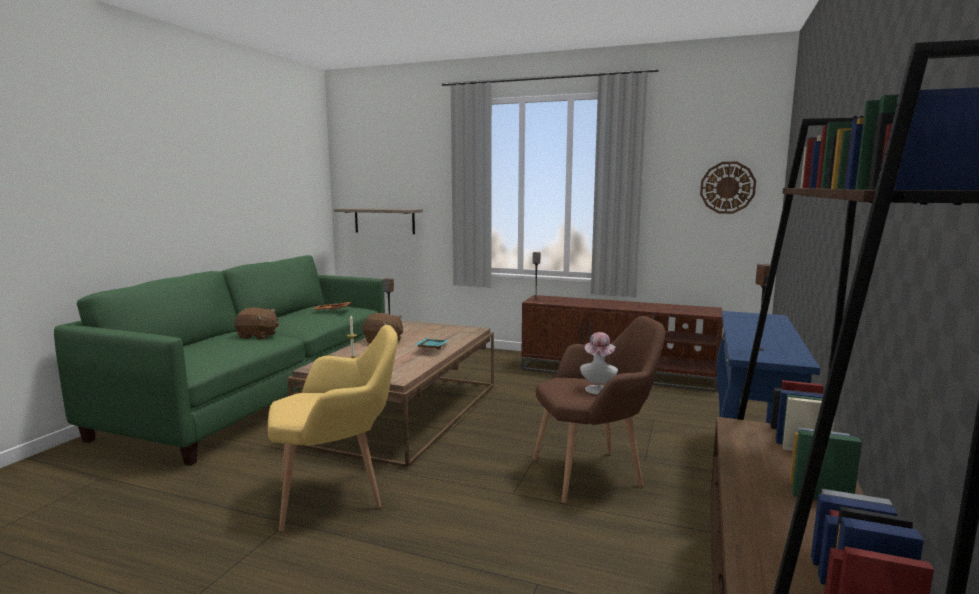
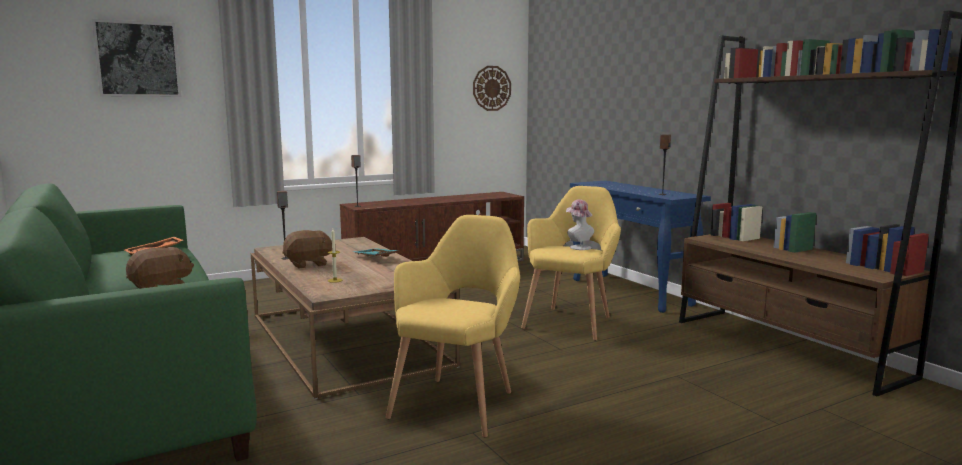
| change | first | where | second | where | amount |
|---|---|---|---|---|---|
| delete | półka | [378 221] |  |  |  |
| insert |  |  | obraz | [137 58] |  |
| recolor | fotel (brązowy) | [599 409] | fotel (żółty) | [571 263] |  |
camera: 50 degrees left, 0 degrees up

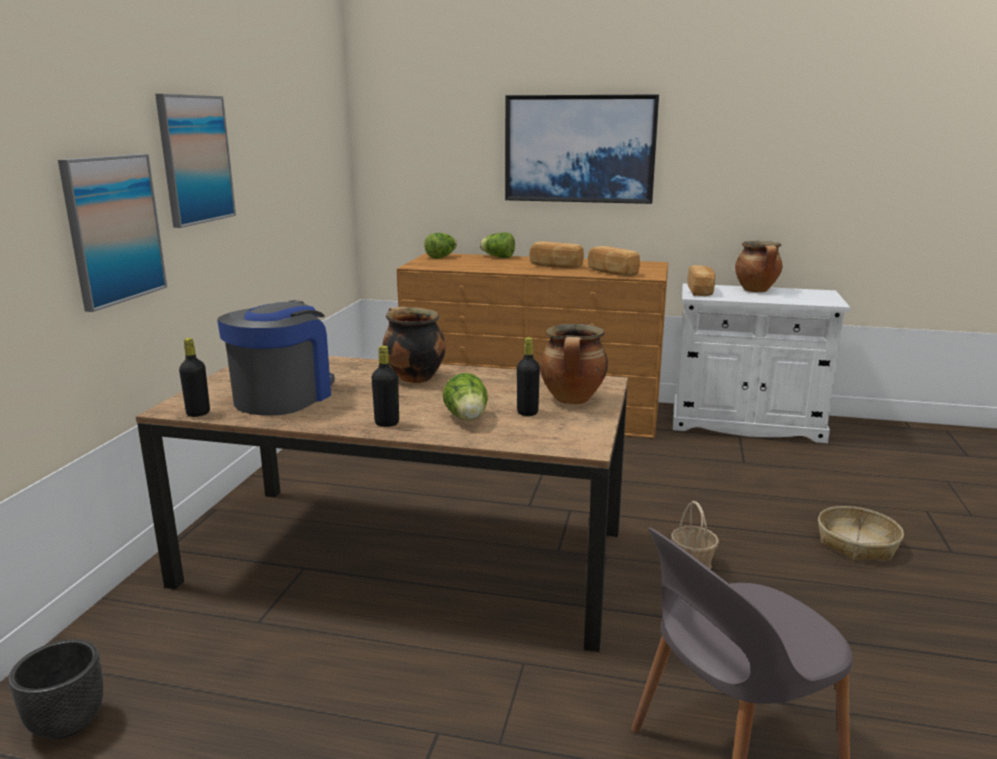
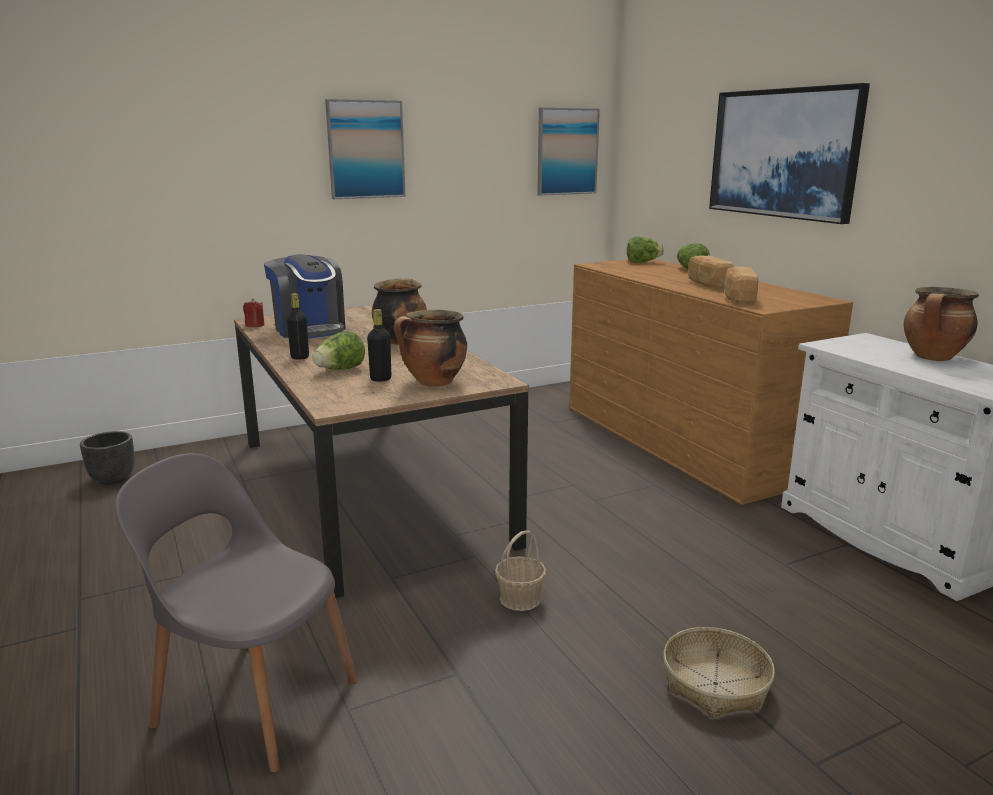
| change | first | where | second | where | amount |
|---|---|---|---|---|---|
| delete | chleb | [701 280] |  |  |  |
| move | obraz | [112 233] |  | [568 152] |  |
| replace | butelka (czarny) | [194 377] | świeca (czerwony) | [254 312] |  |
| rotate | ekspres do kawy | [276 357] |  | [305 296] | 75 degrees clockwise |
camera: 50 degrees right, 0 degrees up

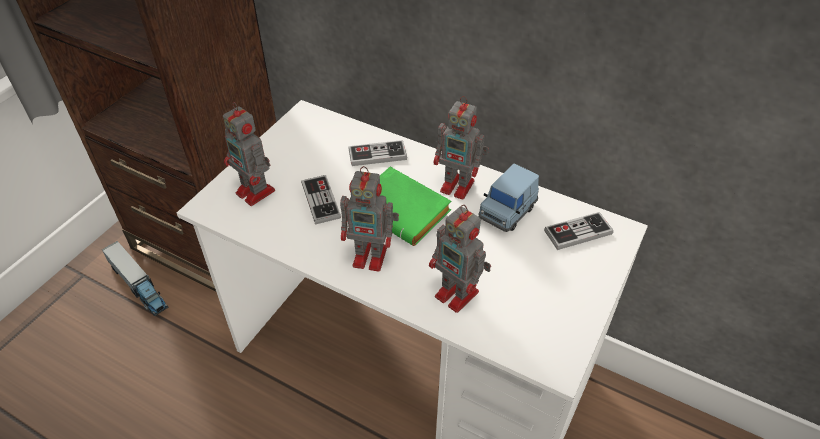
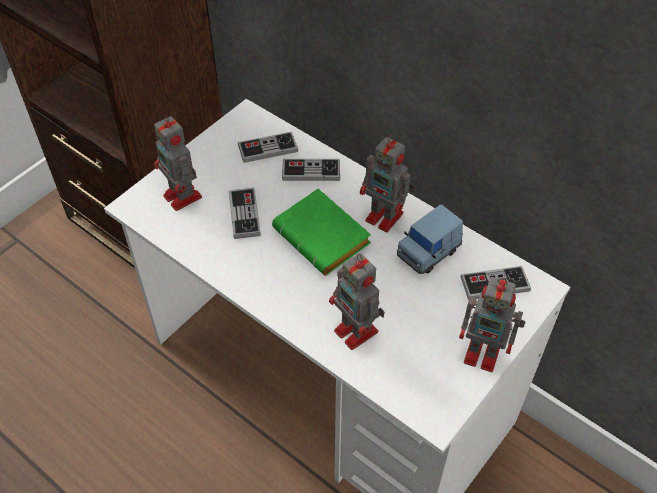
| change | first | where | second | where | amount |
|---|---|---|---|---|---|
| delete | ciężarówka zabawkowa | [135 278] |  |  |  |
| insert |  |  | pad do gier | [268 147] |  |
| move | robot zabawkowy | [369 218] |  | [492 324] |  |
camera: 10 degrees right, 5 degrees up

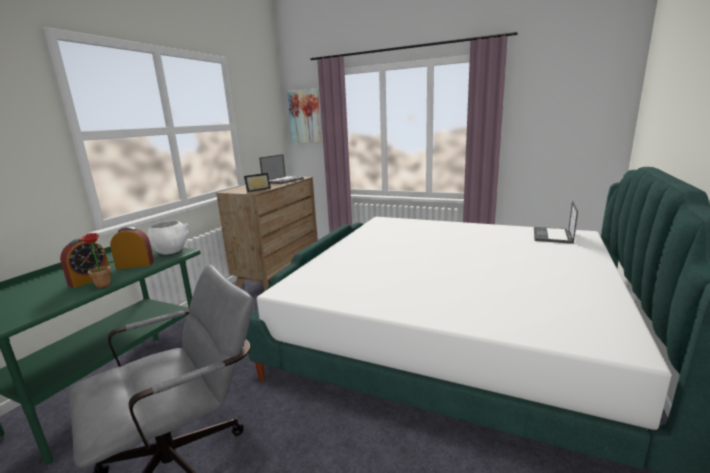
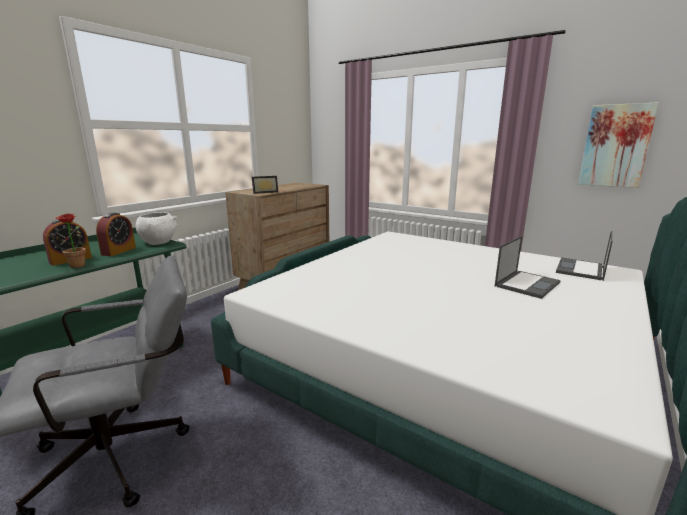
| change | first | where | second | where | amount |
|---|---|---|---|---|---|
| move | laptop | [281 169] |  | [528 267] |  |
| move | obraz | [304 116] |  | [618 145] |  |
| rotate | budzik | [132 248] |  | [116 234] | 105 degrees clockwise |
camera: 10 degrees right, 0 degrees up

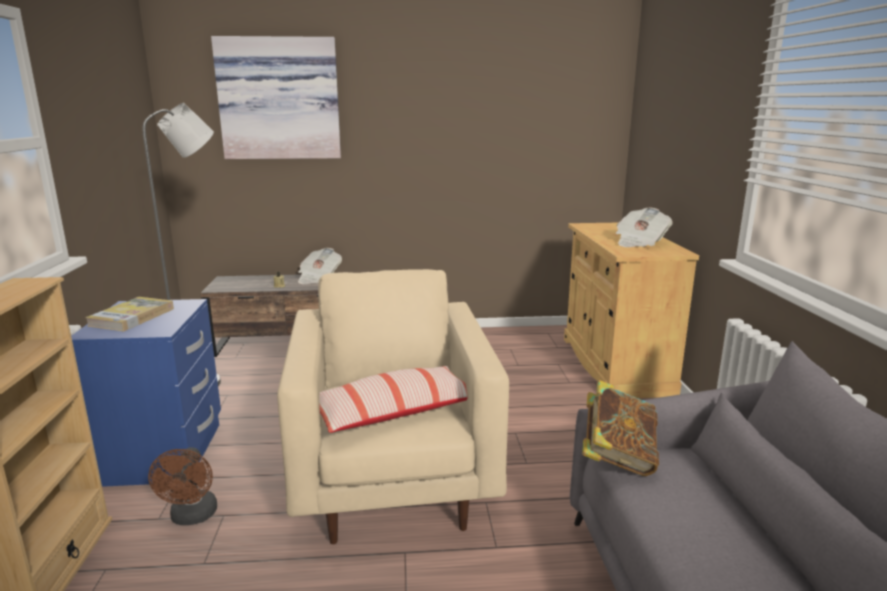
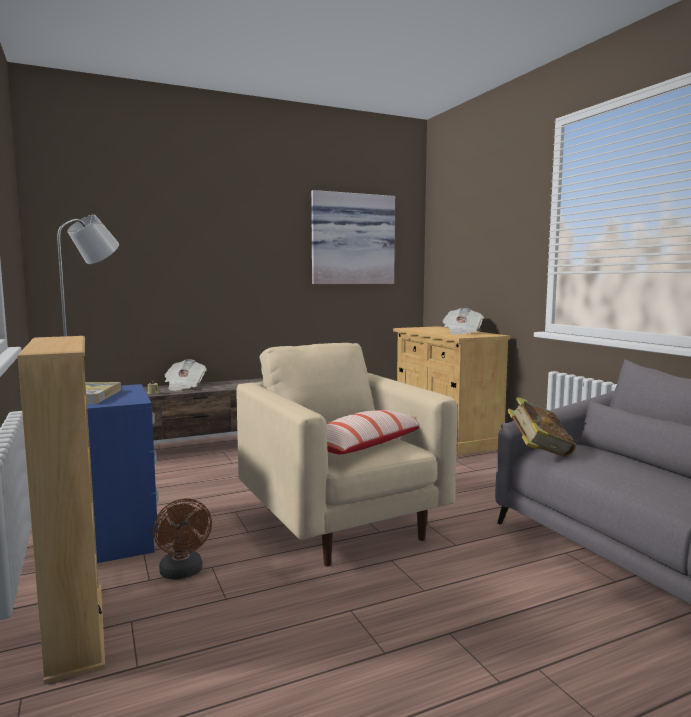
| change | first | where | second | where | amount |
|---|---|---|---|---|---|
| move | obraz | [276 97] |  | [353 237] |  |
camera: 20 degrees left, 10 degrees down

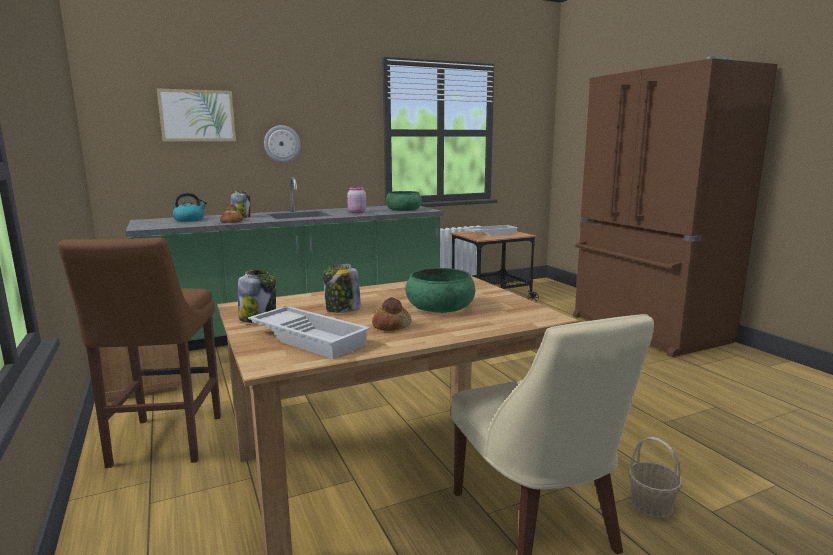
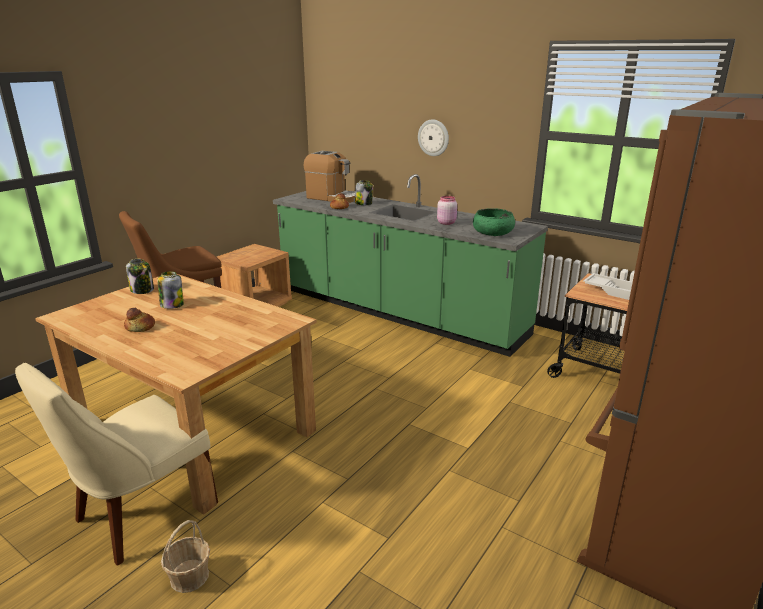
| change | first | where | second | where | amount |
|---|---|---|---|---|---|
| delete | obraz | [196 114] |  |  |  |
| delete | taca (biały) | [309 332] |  |  |  |
| delete | miska (zielony) | [440 290] |  |  |  |
| replace | czajnik | [190 207] | ekspres do kawy | [329 177] |  |
camera: 60 degrees right, 10 degrees up

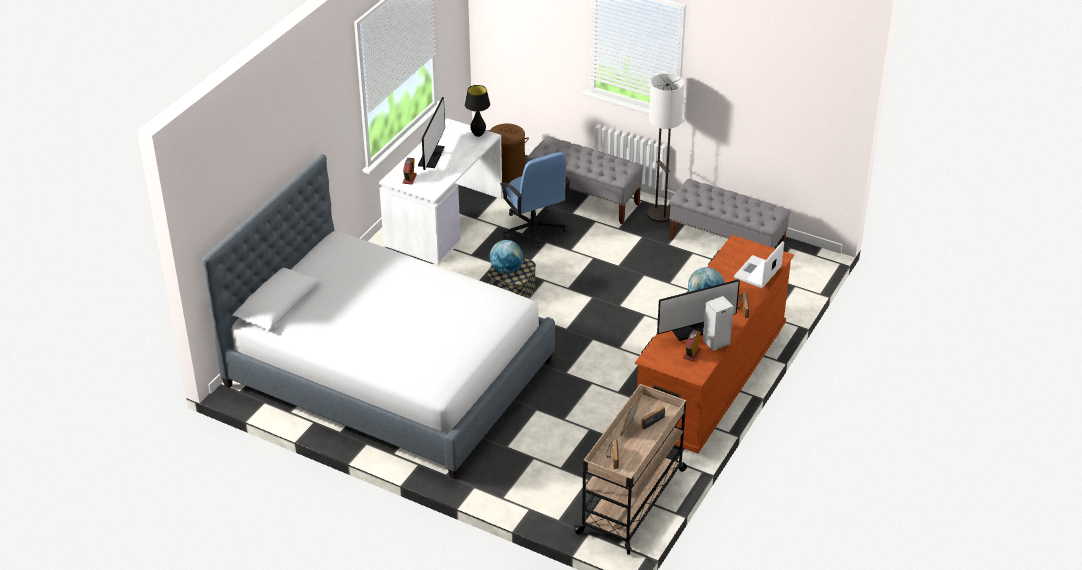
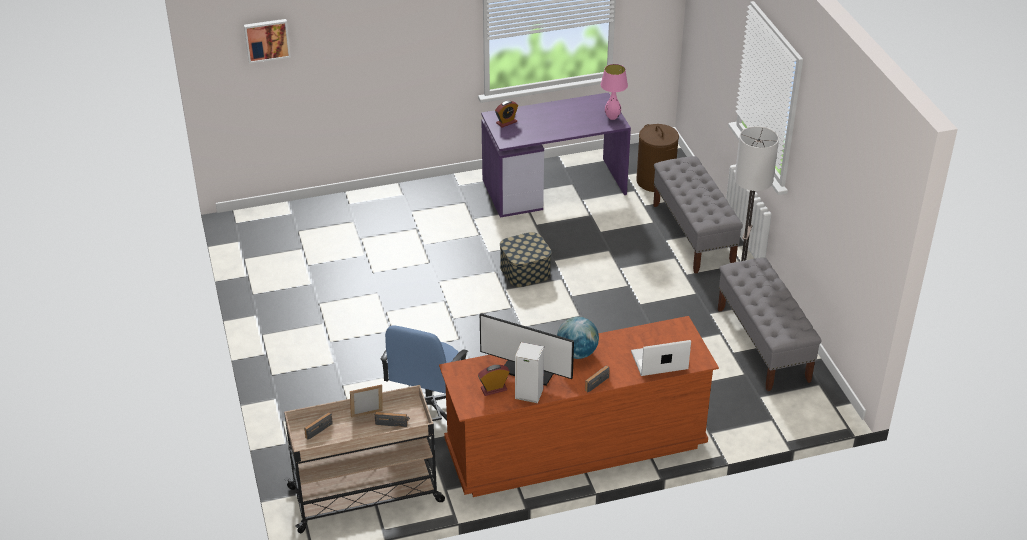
| change | first | where | second | where | amount |
|---|---|---|---|---|---|
| delete | łóżko | [378 316] |  |  |  |
| delete | monitor | [431 133] |  |  |  |
| delete | globus | [506 256] |  |  |  |
| insert |  |  | obraz | [267 41] |  |
| move | krzesło biurowe (niebieski) | [535 200] |  | [424 372] |  |
| recolor | biurko (biały) | [440 191] | biurko (fioletowy) | [556 155] |  |
| recolor | lampa stołowa (czarny) | [477 111] | lampa stołowa (różowy) | [614 92] |  |
camera: 45 degrees right, 0 degrees up

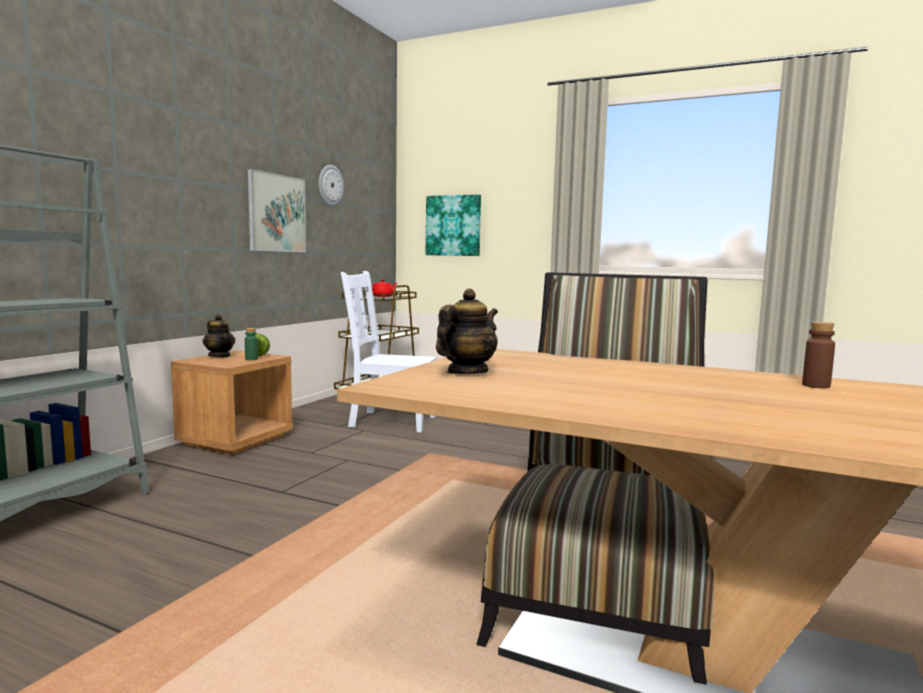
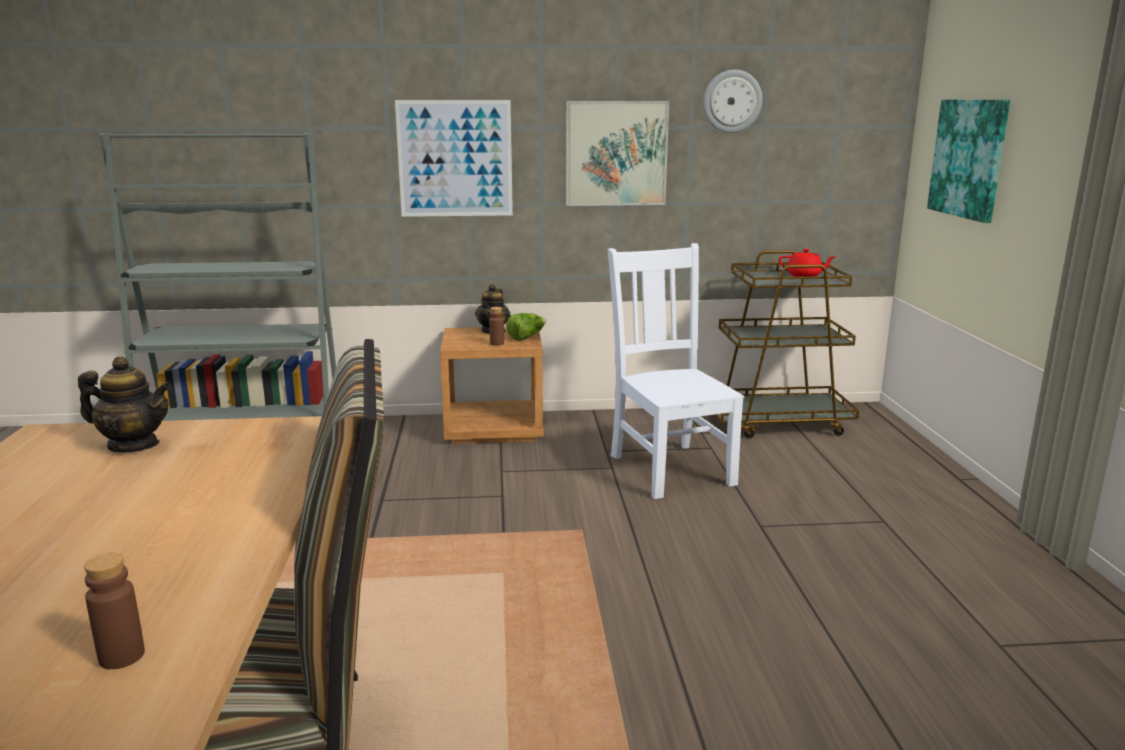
| change | first | where | second | where | amount |
|---|---|---|---|---|---|
| insert |  |  | obraz | [454 158] |  |
| recolor | butelka (zielony) | [251 344] | butelka (brązowy) | [496 326] |  |
camera: 60 degrees right, 10 degrees up

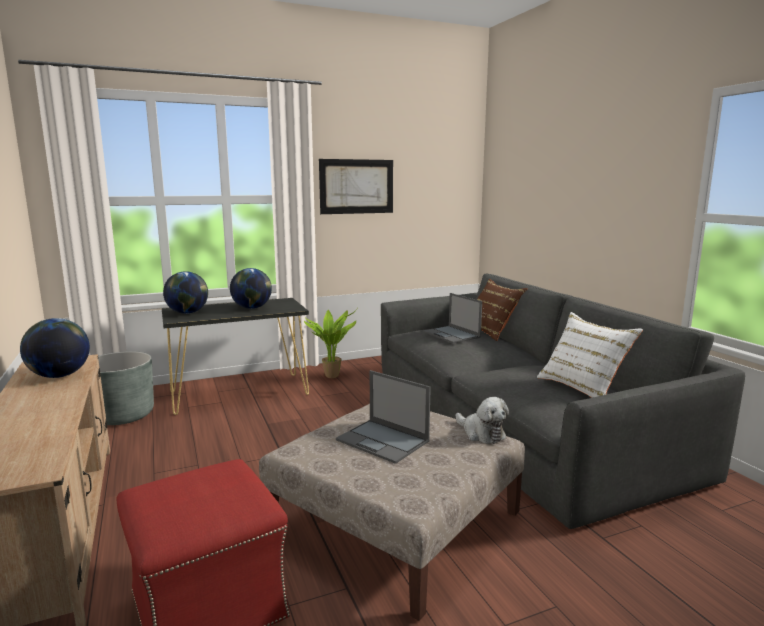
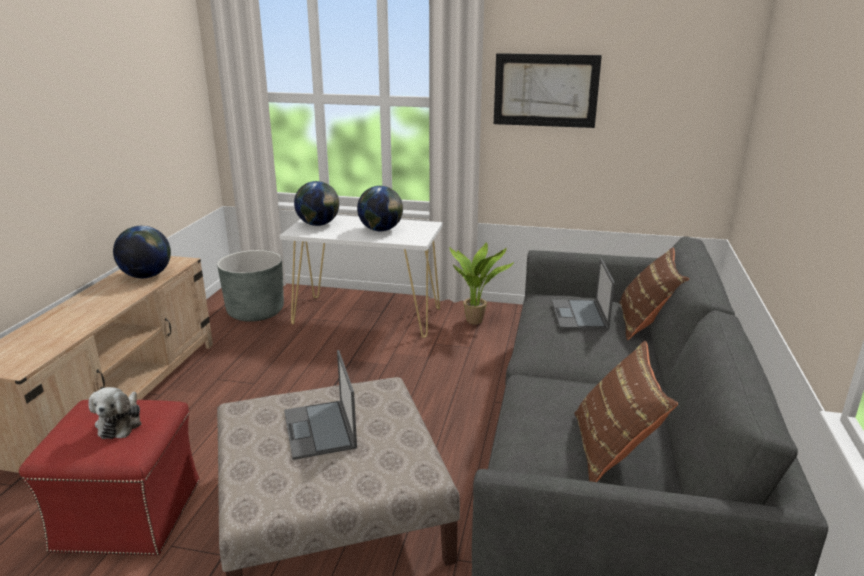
| change | first | where | second | where | amount |
|---|---|---|---|---|---|
| move | pluszak | [482 420] |  | [114 413] |  |
| recolor | stolik konsolowy (czarny) | [235 356] | stolik konsolowy (biały) | [361 276] |  |
| recolor | poduszka (biały) | [590 355] | poduszka (brązowy) | [626 411] |  |
camera: 35 degrees right, 10 degrees up

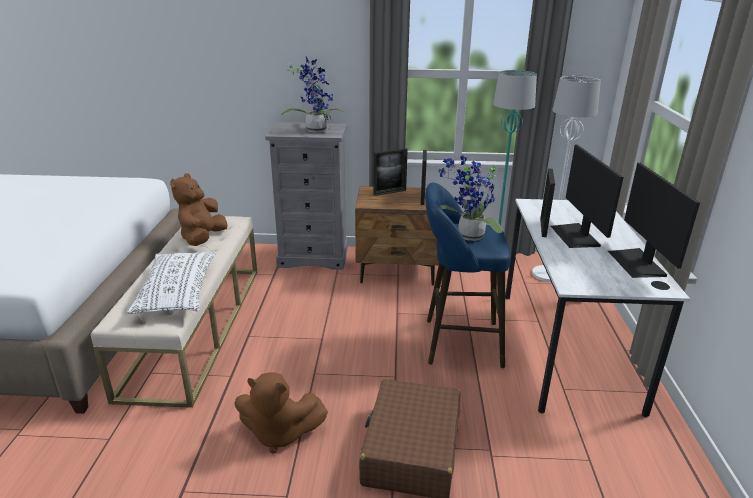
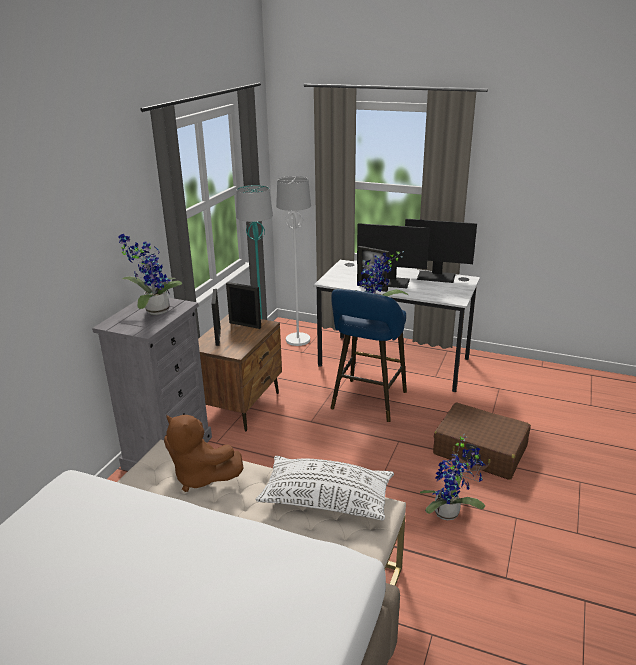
| change | first | where | second | where | amount |
|---|---|---|---|---|---|
| replace | pluszak (brązowy) | [281 413] | roślina doniczkowa | [452 476] |  |
camera: 70 degrees left, 0 degrees up

